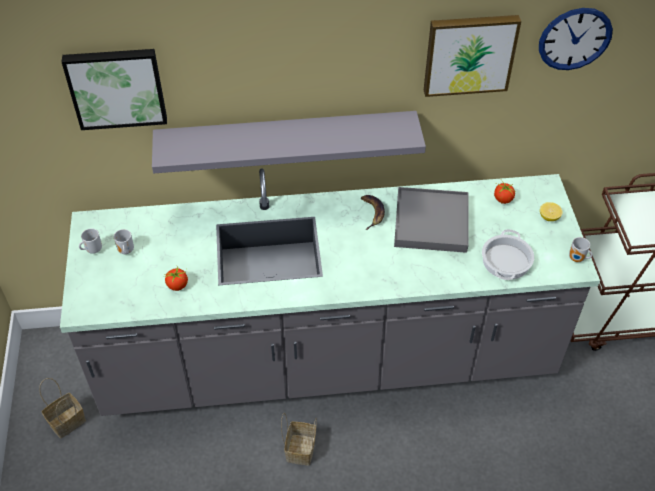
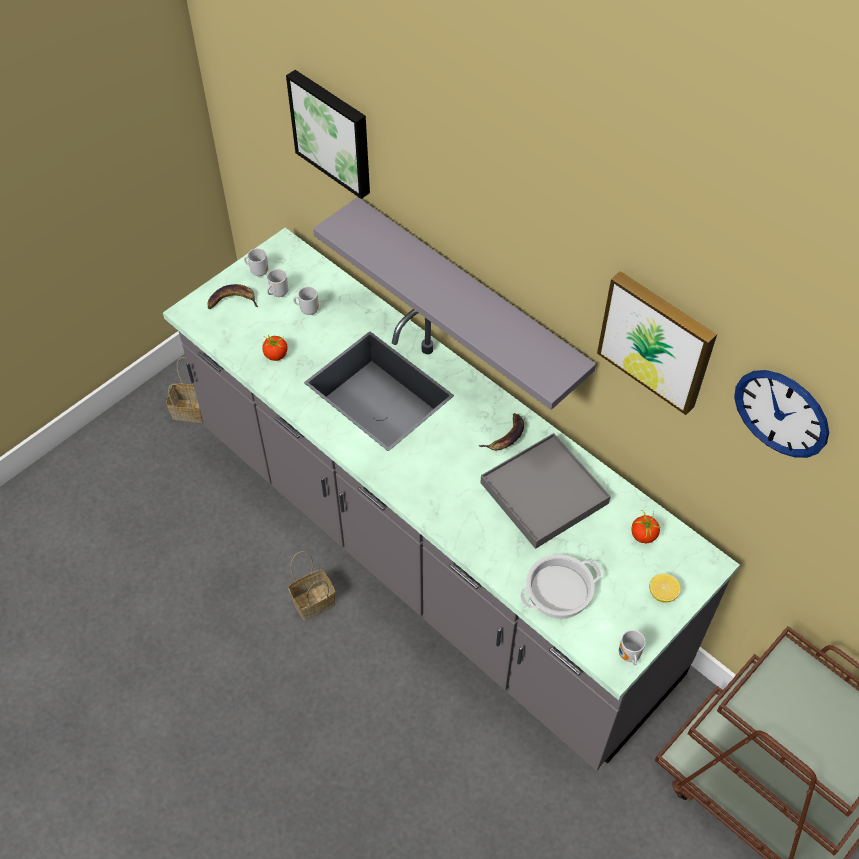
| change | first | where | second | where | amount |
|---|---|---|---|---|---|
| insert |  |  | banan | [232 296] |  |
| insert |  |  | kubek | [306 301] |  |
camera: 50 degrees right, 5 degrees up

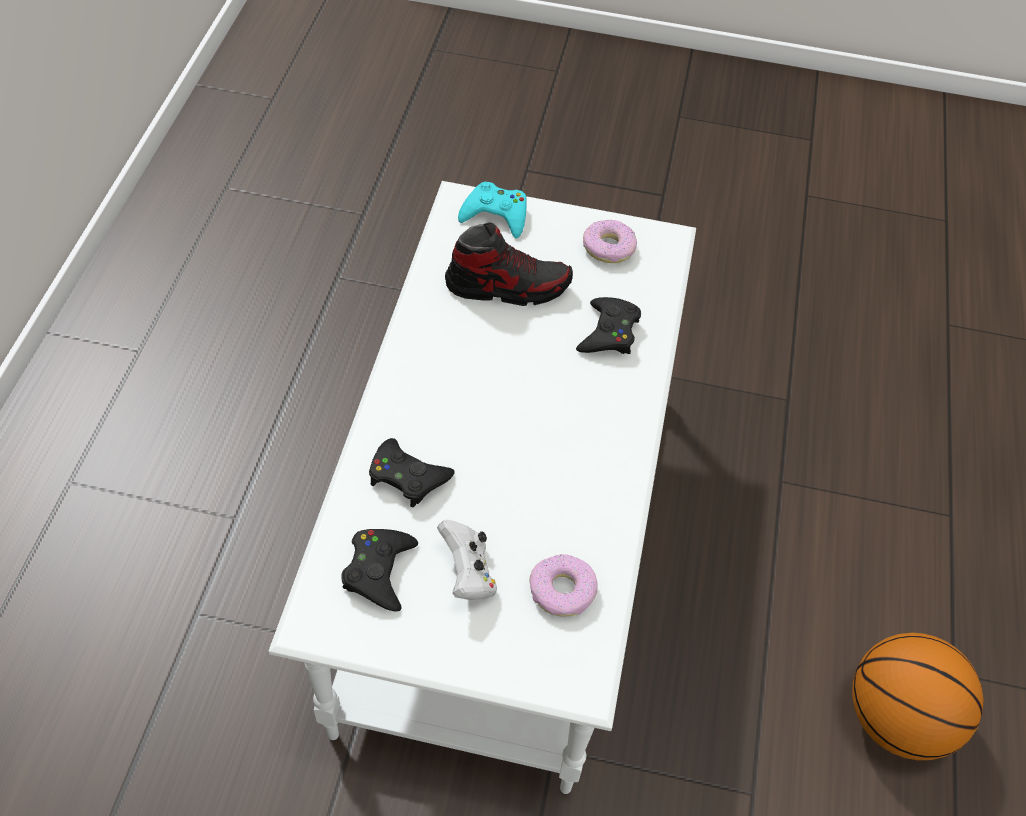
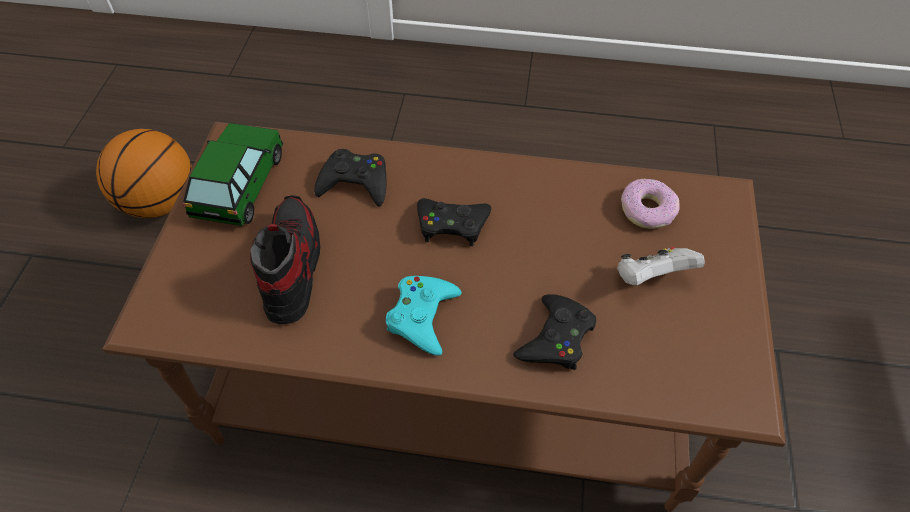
| change | first | where | second | where | amount |
|---|---|---|---|---|---|
| move | pad do gier (czarny) | [380 570] |  | [454 222] |  |
| move | pad do gier (turkusowy) | [492 210] |  | [424 316] |  |
| move | piłka do koszykówki | [918 696] |  | [144 173] |  |
| replace | donut | [610 241] | samochodzik | [233 174] |  |
| recolor | ława (biały) | [482 487] | ława (brązowy) | [444 317] |  |
camera: 90 degrees left, 0 degrees up

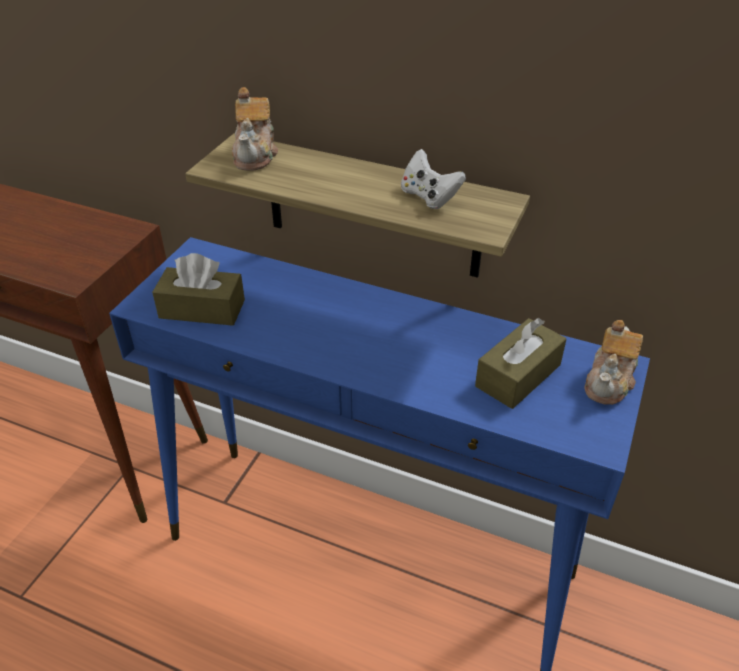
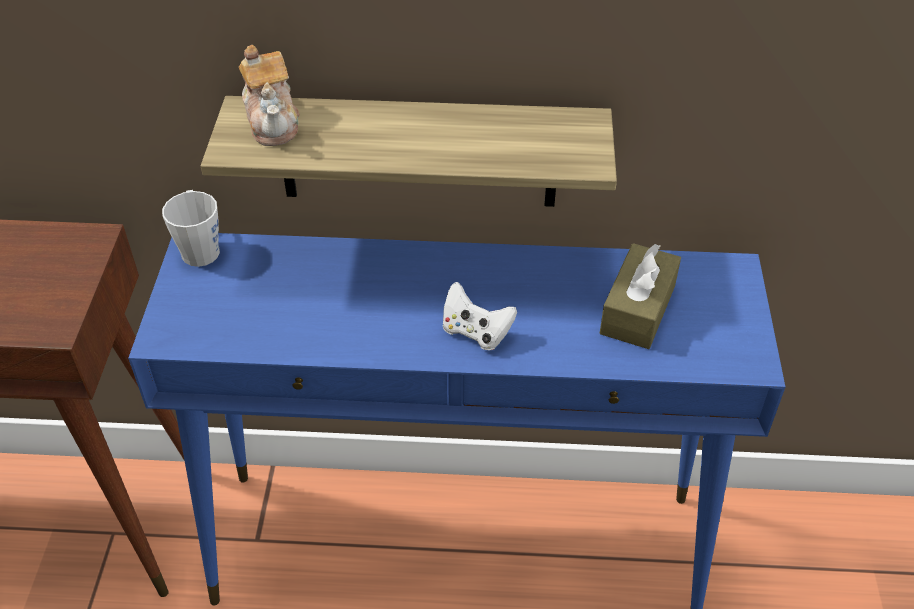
| change | first | where | second | where | amount |
|---|---|---|---|---|---|
| delete | pudełko chusteczek (brązowy) | [198 289] |  |  |  |
| delete | imbryk | [613 362] |  |  |  |
| insert |  |  | kubek (szary) | [191 228] |  |
| move | pad do gier (biały) | [433 179] |  | [480 316] |  |
camera: 20 degrees left, 5 degrees up

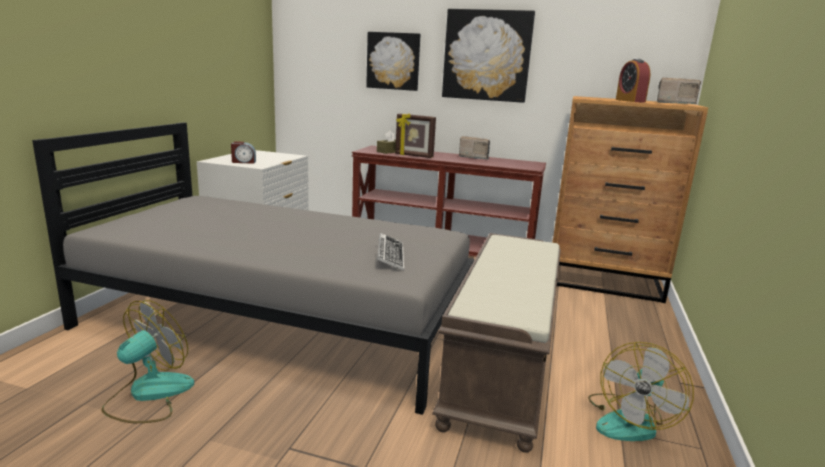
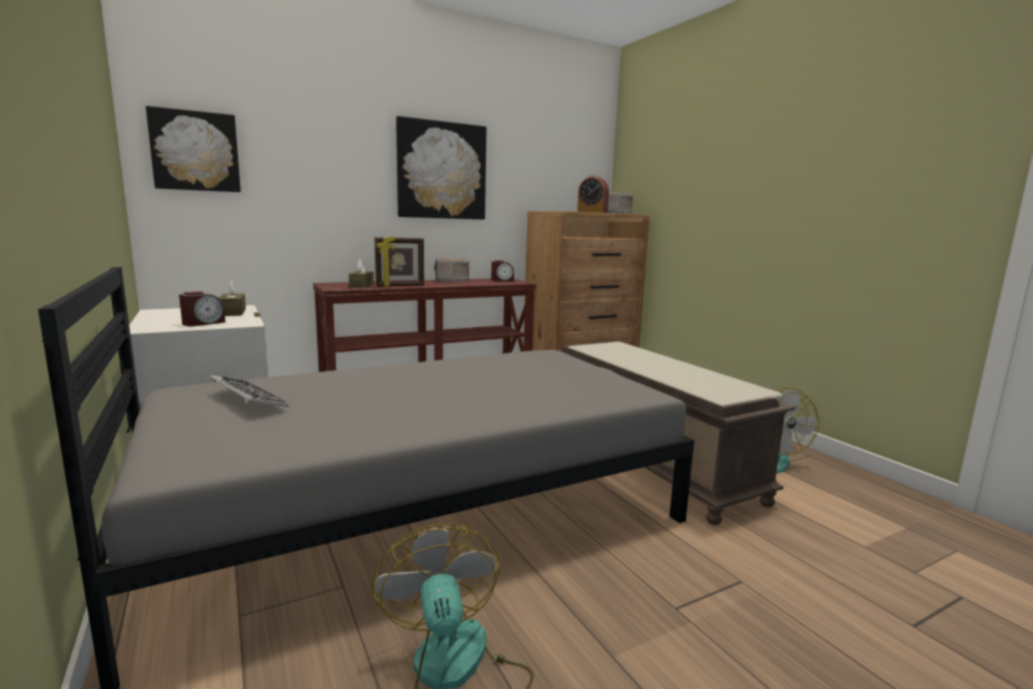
| change | first | where | second | where | amount |
|---|---|---|---|---|---|
| insert |  |  | pudełko chusteczek (brązowy) | [232 298] |  |
| insert |  |  | budzik | [502 270] |  |
| move | obraz | [393 61] |  | [193 149] |  |
| move | klawiatura | [390 252] |  | [249 391] |  |
camera: 45 degrees left, 5 degrees down

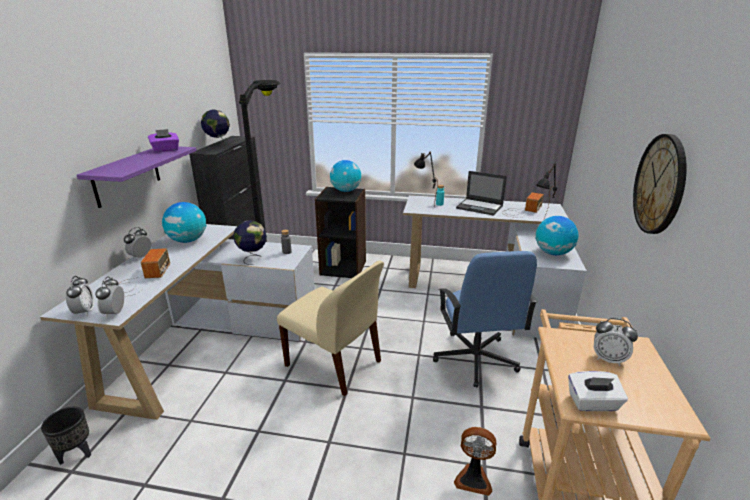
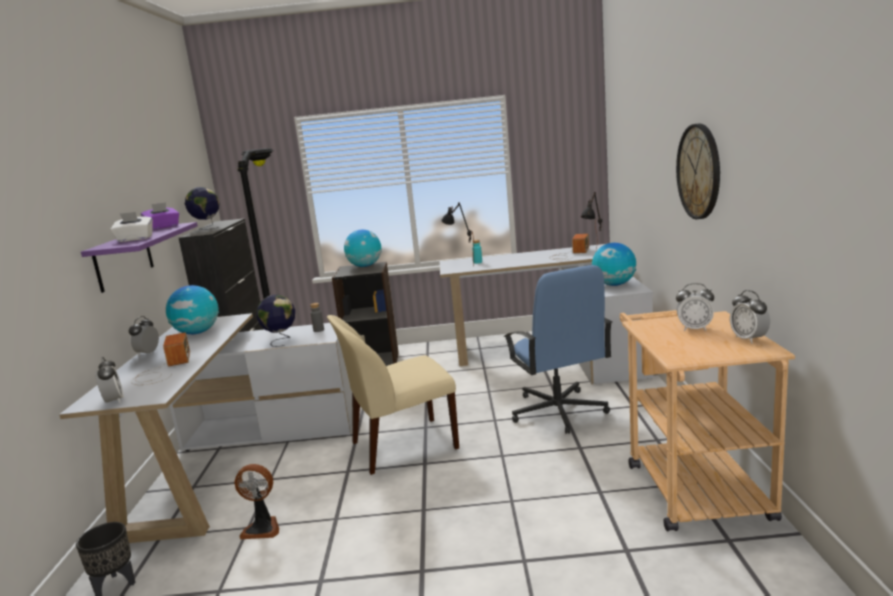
| change | first | where | second | where | amount |
|---|---|---|---|---|---|
| delete | laptop | [481 193] |  |  |  |
| move | budzik | [109 297] |  | [750 317] |  |
| move | wentylator | [475 461] |  | [257 501] |  |
| move | pudełko chusteczek (biały) | [598 391] |  | [131 227] |  |
| rotate | krzesło (beżowy) | [330 328] |  | [393 395] | 135 degrees clockwise |
camera: 10 degrees left, 10 degrees down

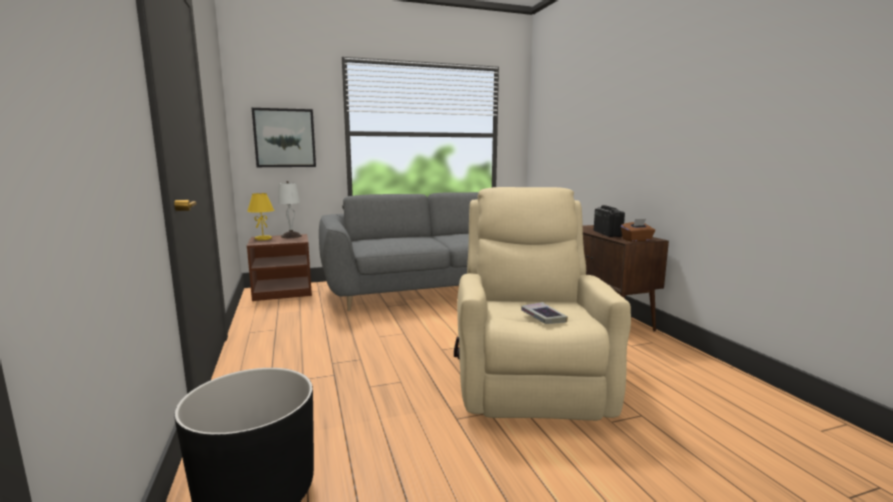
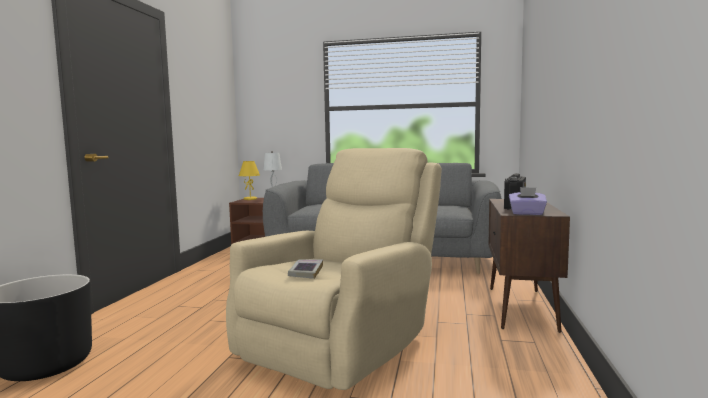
| change | first | where | second | where | amount |
|---|---|---|---|---|---|
| delete | obraz | [284 137] |  |  |  |
| recolor | pudełko chusteczek (brązowy) | [638 230] | pudełko chusteczek (fioletowy) | [528 201] |  |
camera: 30 degrees right, 5 degrees down

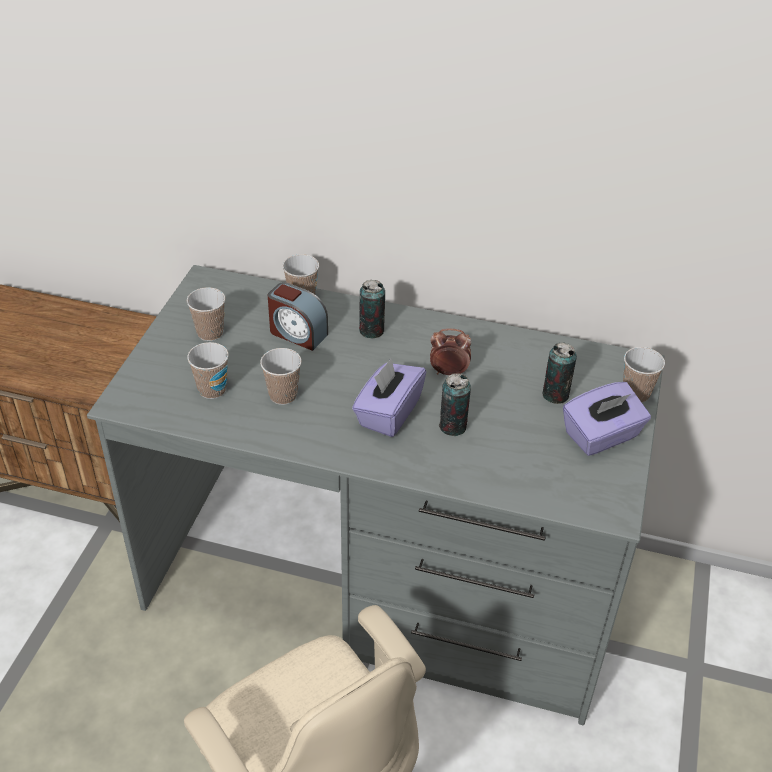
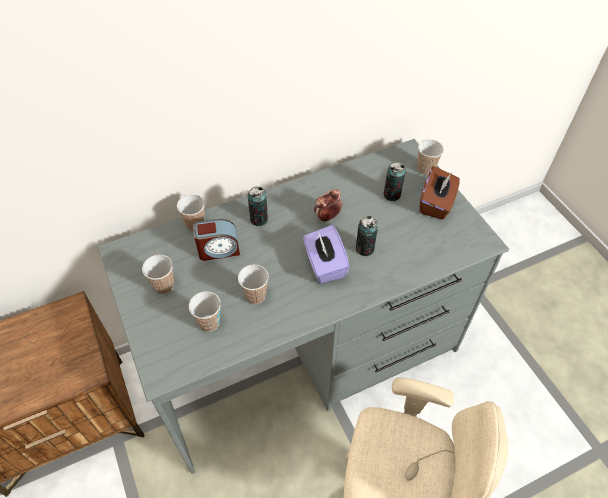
| change | first | where | second | where | amount |
|---|---|---|---|---|---|
| recolor | pudełko chusteczek (fioletowy) | [607 419] | pudełko chusteczek (brązowy) | [440 192] |  |
camera: 40 degrees left, 10 degrees up

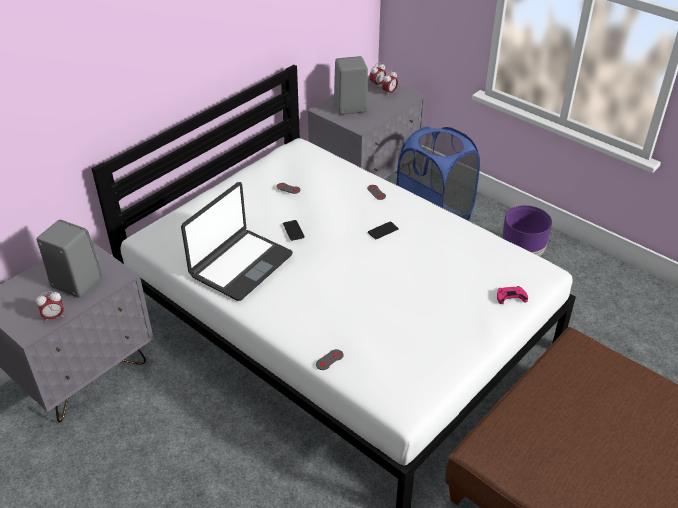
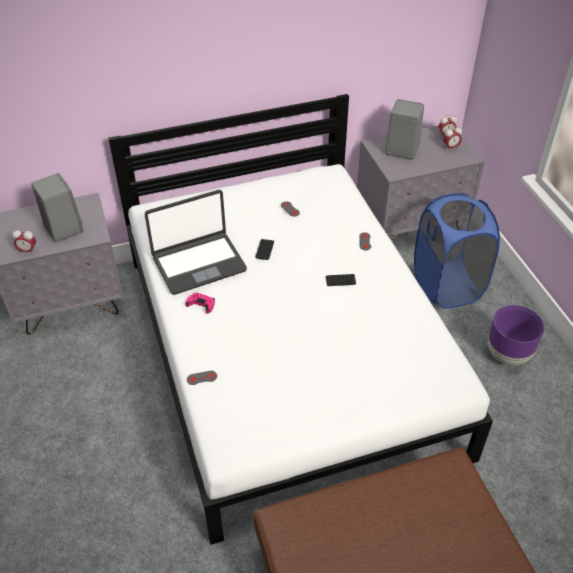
| change | first | where | second | where | amount |
|---|---|---|---|---|---|
| move | pad do gier (różowy) | [512 295] |  | [200 303] |  |
camera: 30 degrees right, 5 degrees up

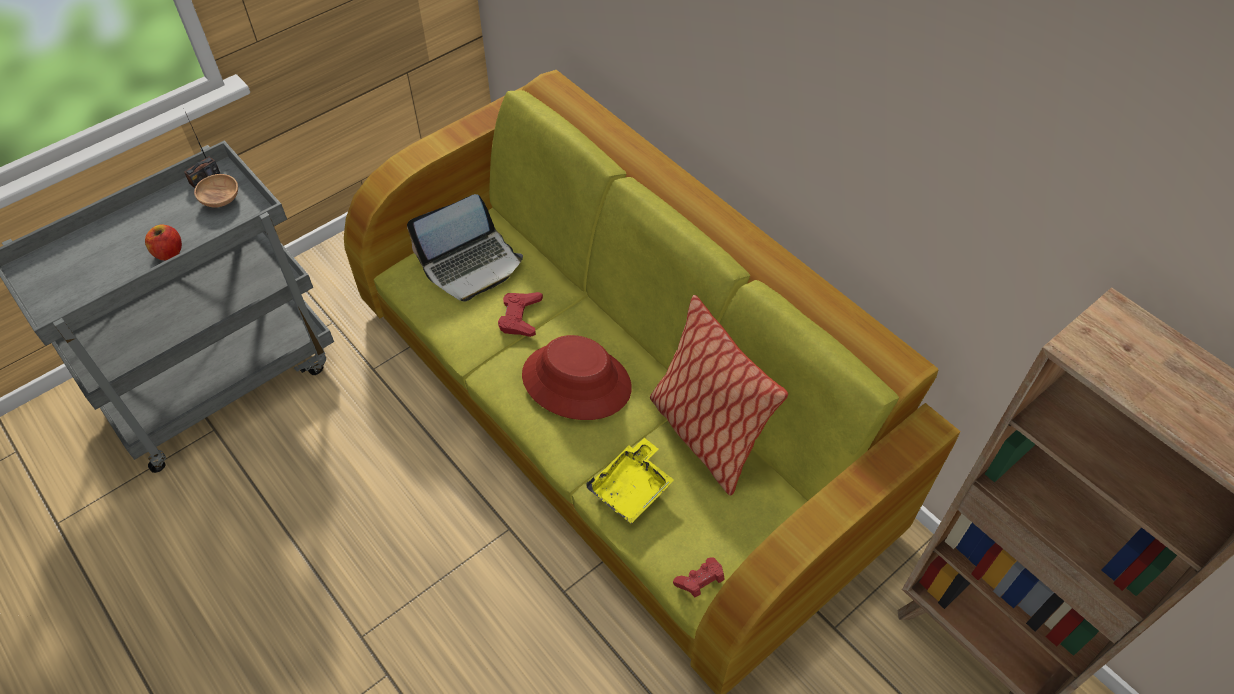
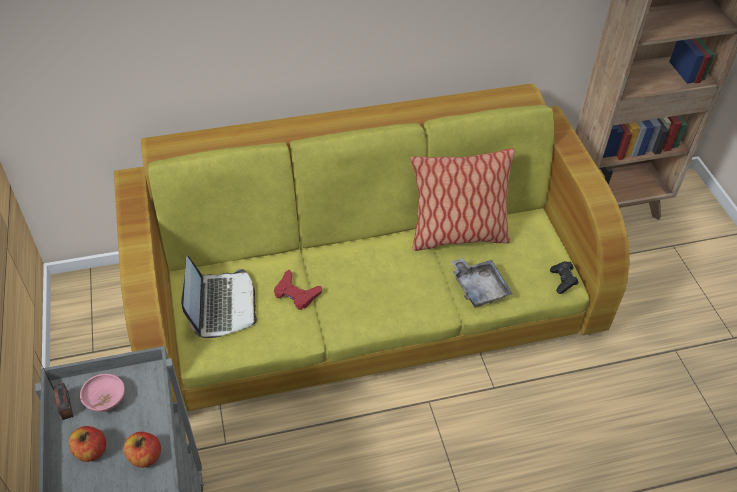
| change | first | where | second | where | amount |
|---|---|---|---|---|---|
| delete | kapelusz (czerwony) | [577 377] |  |  |  |
| insert |  |  | jabłko | [87 444] |  |
| recolor | miska (brązowy) | [216 191] | miska (różowy) | [102 393] |  |
| recolor | taca (żółty) | [630 481] | taca (szary) | [482 283] |  |
| recolor | pad do gier (czerwony) | [698 577] | pad do gier (czarny) | [564 277] |  |
camera: 65 degrees left, 5 degrees down

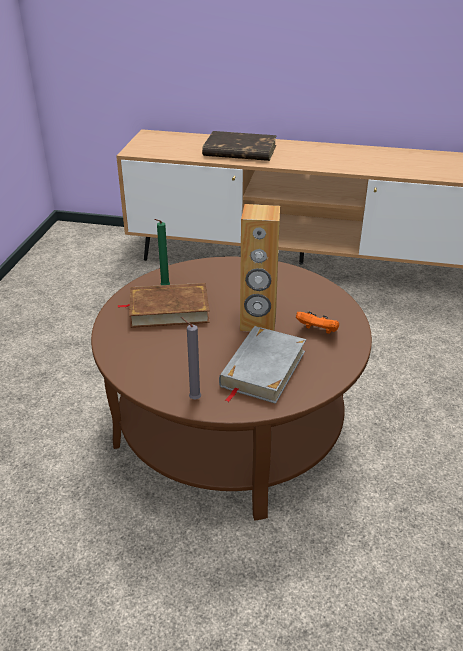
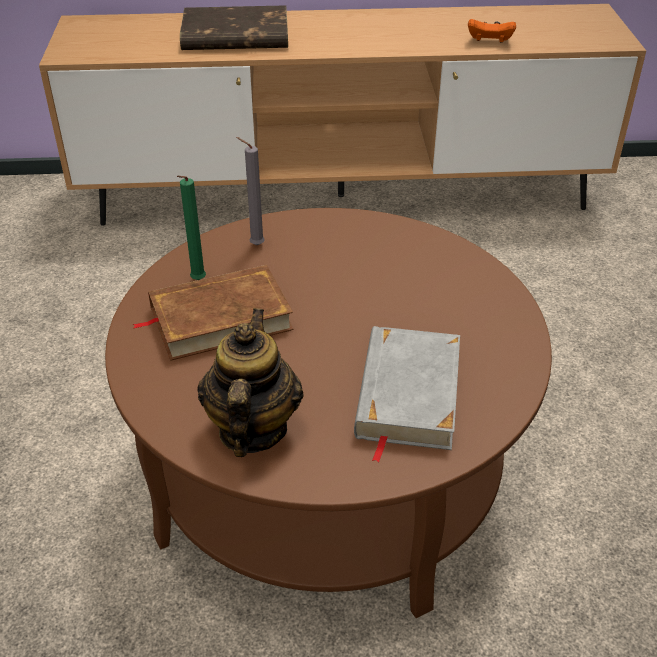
| change | first | where | second | where | amount |
|---|---|---|---|---|---|
| delete | głośnik (brązowy) | [260 268] |  |  |  |
| insert |  |  | imbryk | [250 382] |  |
| move | świeca (szary) | [191 358] |  | [250 191] |  |
| move | pad do gier (pomarańczowy) | [317 322] |  | [492 31] |  |
camera: 15 degrees left, 5 degrees up

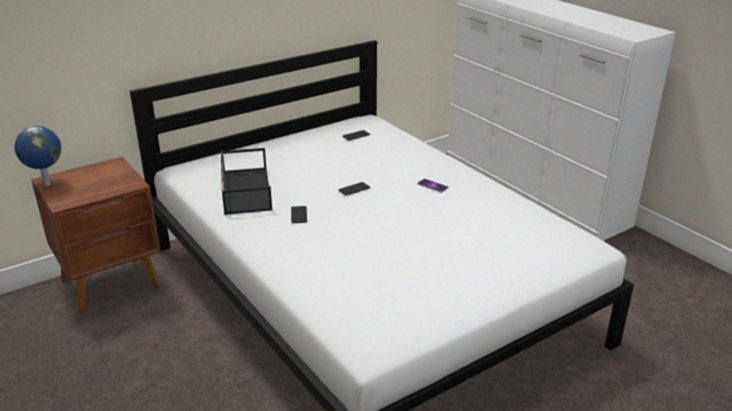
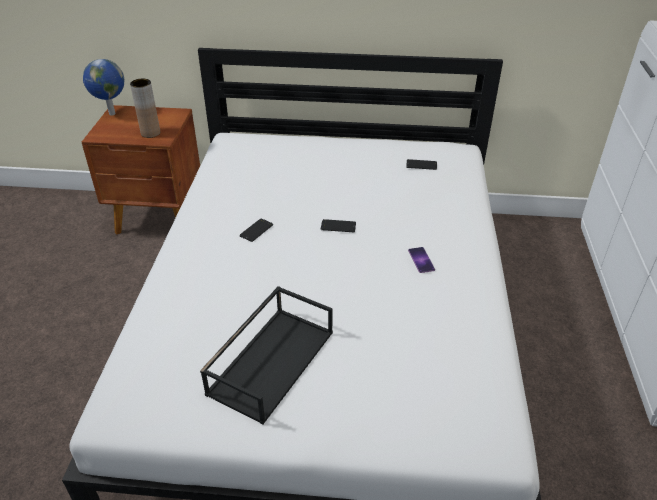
| change | first | where | second | where | amount |
|---|---|---|---|---|---|
| insert |  |  | wazon (brązowy) | [145 108] |  |
| move | taca (czarny) | [246 181] |  | [266 355] |  |
camera: 40 degrees right, 10 degrees up

